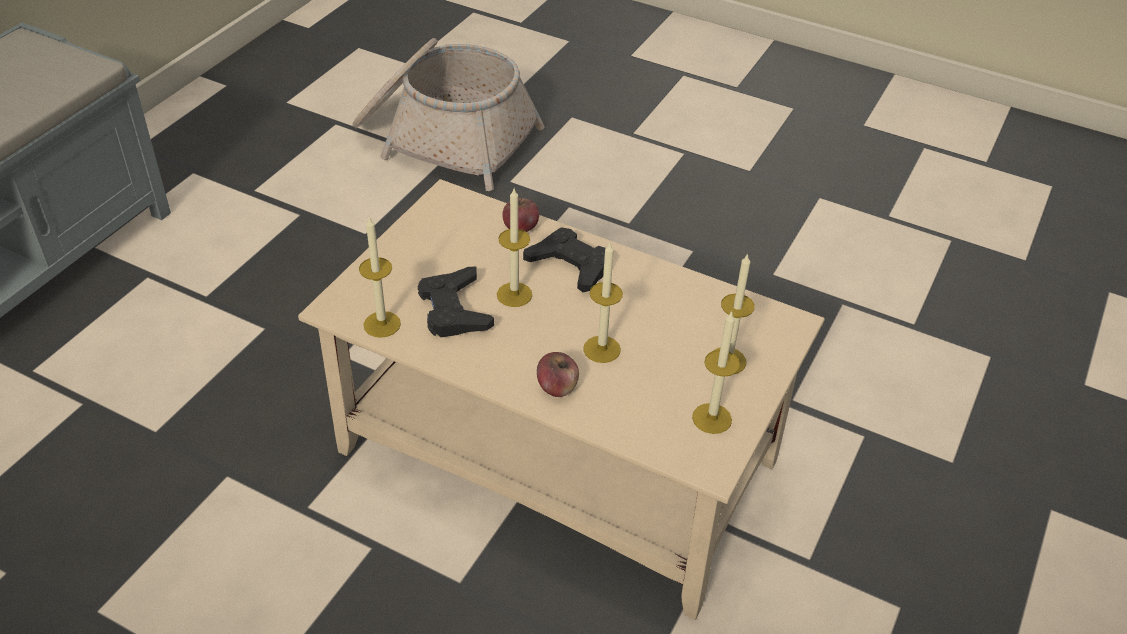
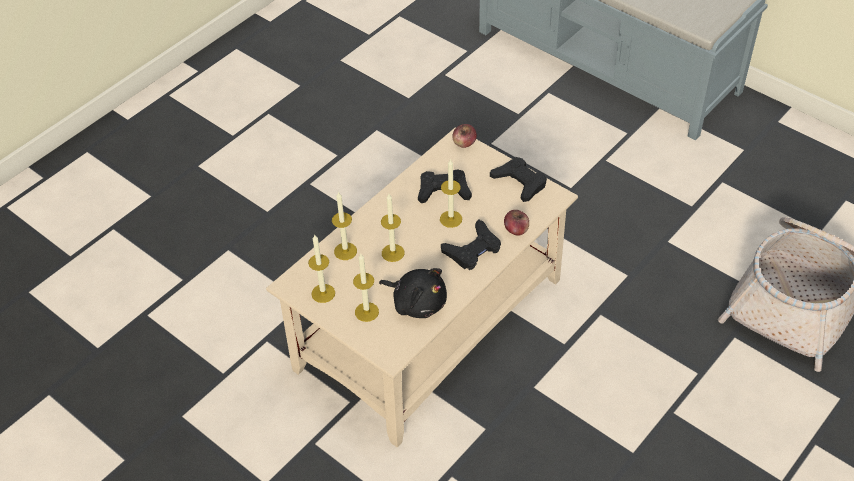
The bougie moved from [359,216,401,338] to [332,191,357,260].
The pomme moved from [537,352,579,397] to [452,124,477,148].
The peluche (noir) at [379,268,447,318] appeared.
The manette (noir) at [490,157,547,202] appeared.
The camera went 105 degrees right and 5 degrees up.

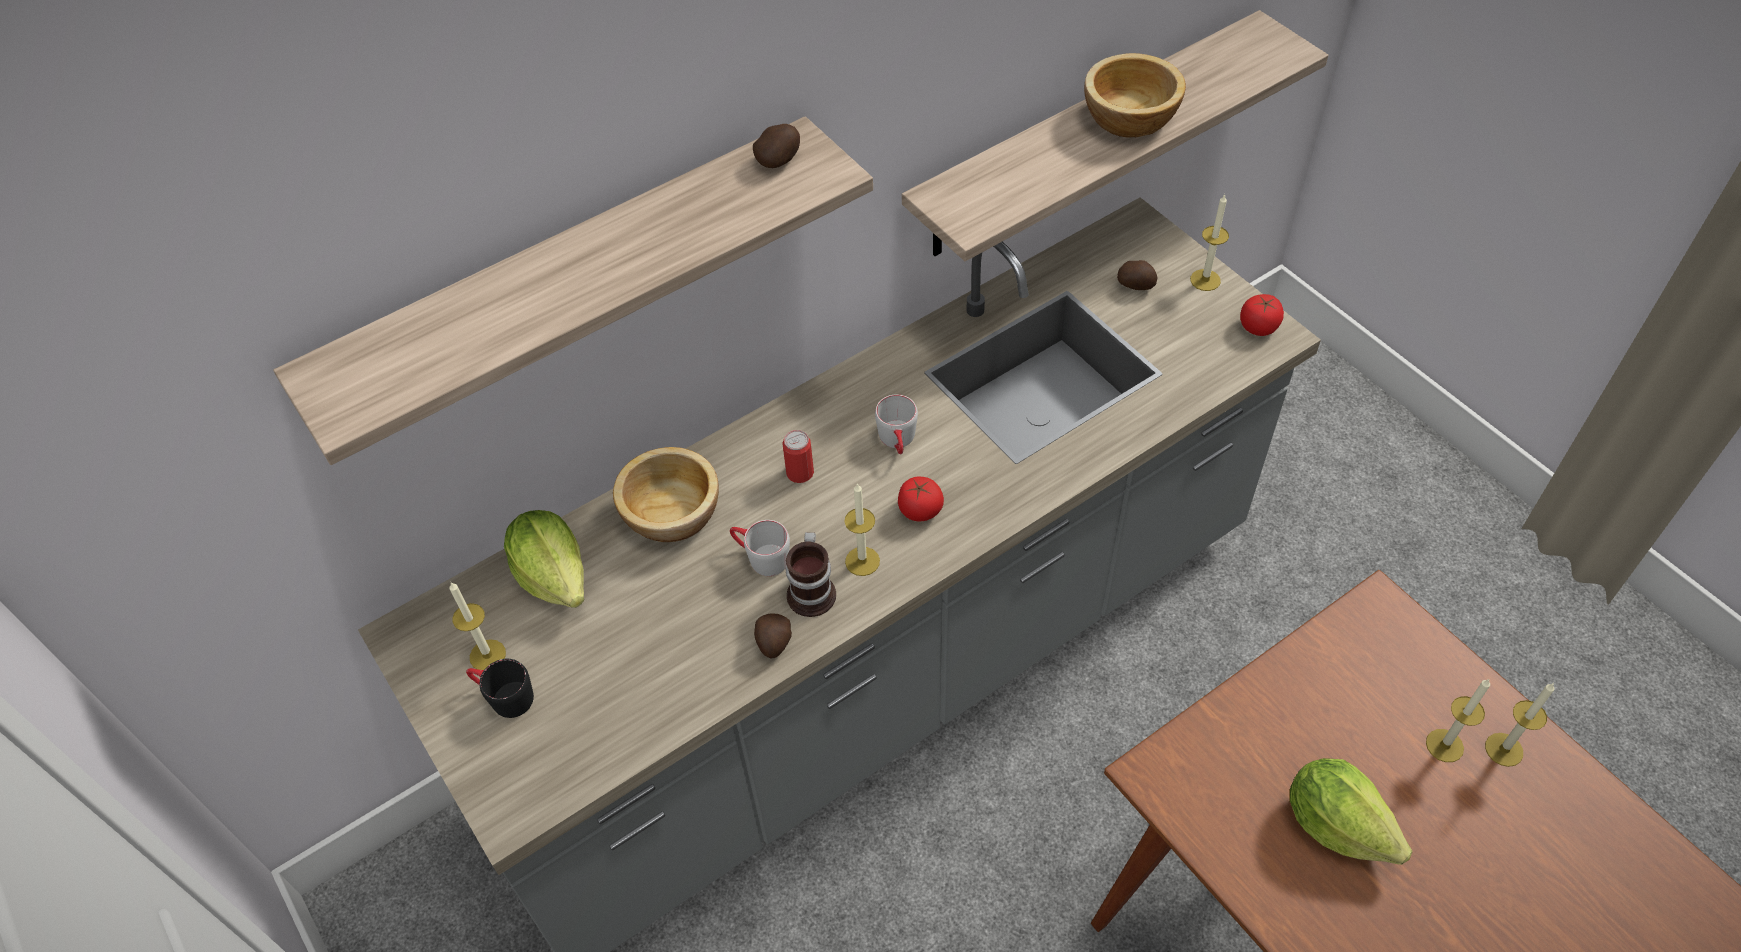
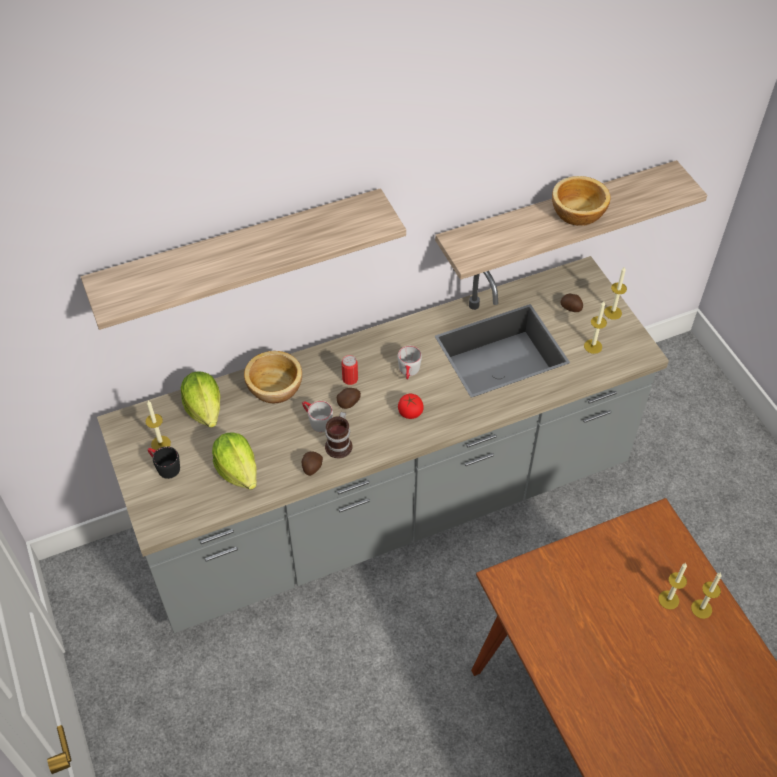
The pomme de terre moved from [753,124,800,168] to [337,388,361,409].
The bougie moved from [844,483,880,576] to [584,301,607,354].
The tomate at [1240,294,1284,336] disappeared.
The laitue moved from [1290,758,1413,865] to [212,432,257,490].
The camera went 10 degrees right and 0 degrees up.

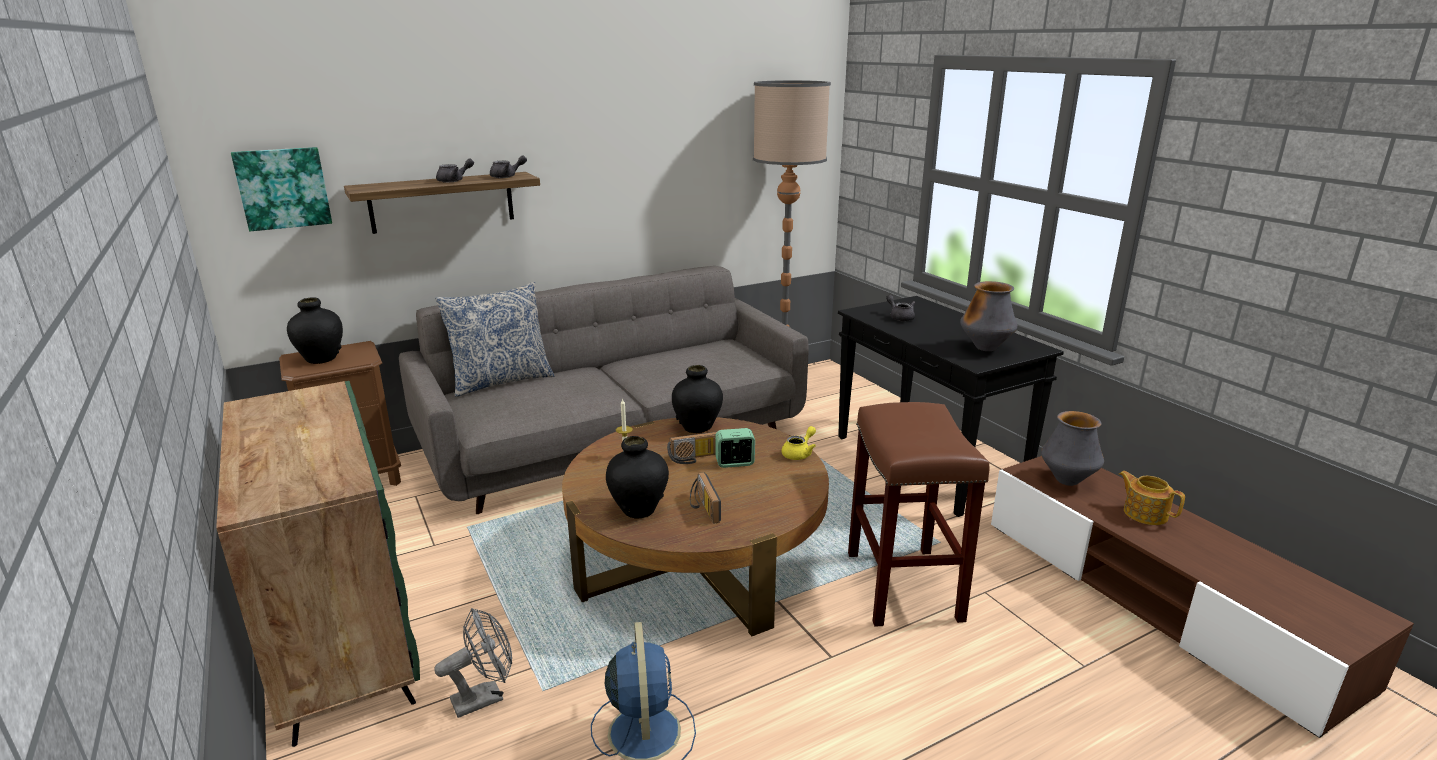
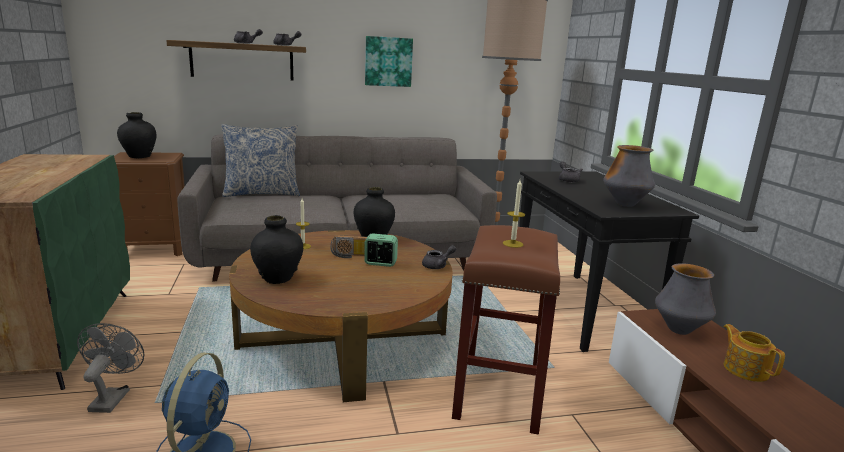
The tableau moved from [231,147,332,231] to [365,36,413,87].
The ventilateur (gris) at [434,608,512,718] turned 75 degrees counterclockwise.
The radio at [690,472,721,524] disappeared.
The théière (jaune) at [782,426,816,460] became the théière (gris) at [422,245,456,269].
The bougie at [503,180,525,248] appeared.
The camera went 15 degrees right and 5 degrees down.

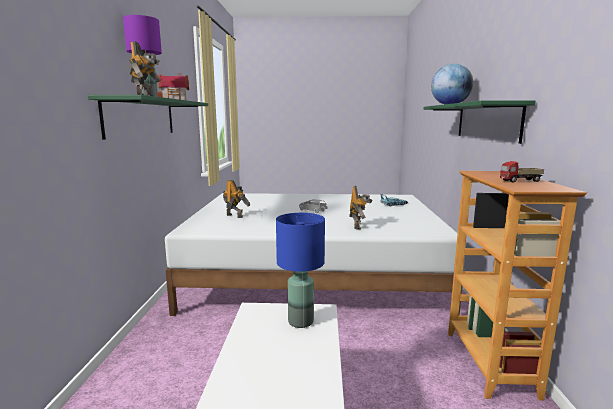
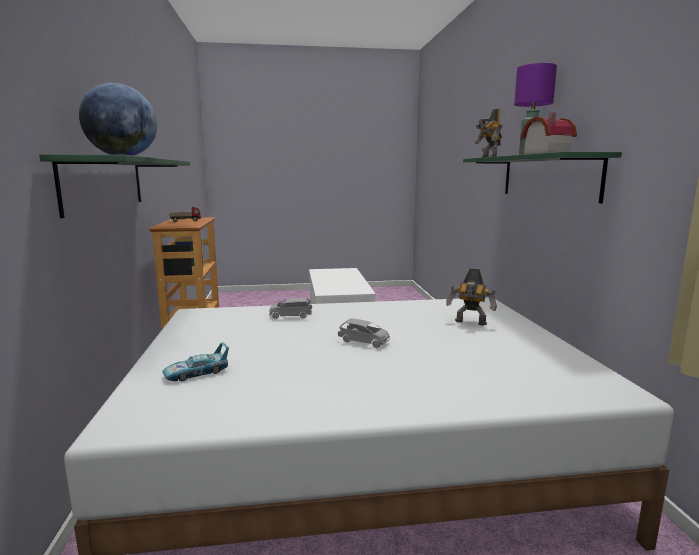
The lampe de table (bleu) at [276,213,325,328] disappeared.
The robot jouet at [349,186,372,230] was replaced by the petite voiture (gris) at [269,298,312,319].
The camera went 170 degrees right and 0 degrees up.

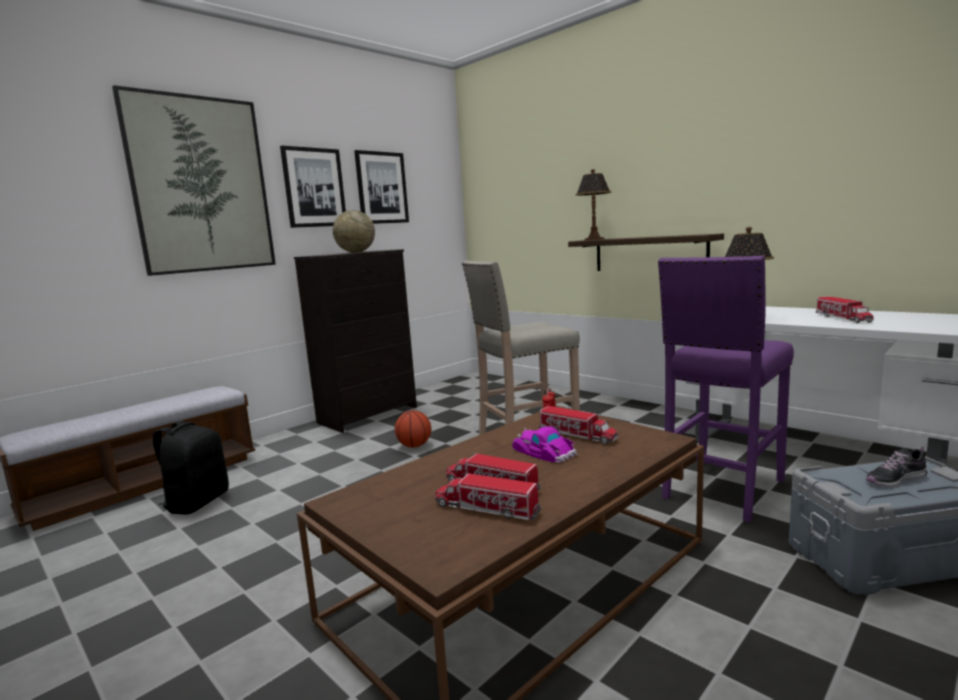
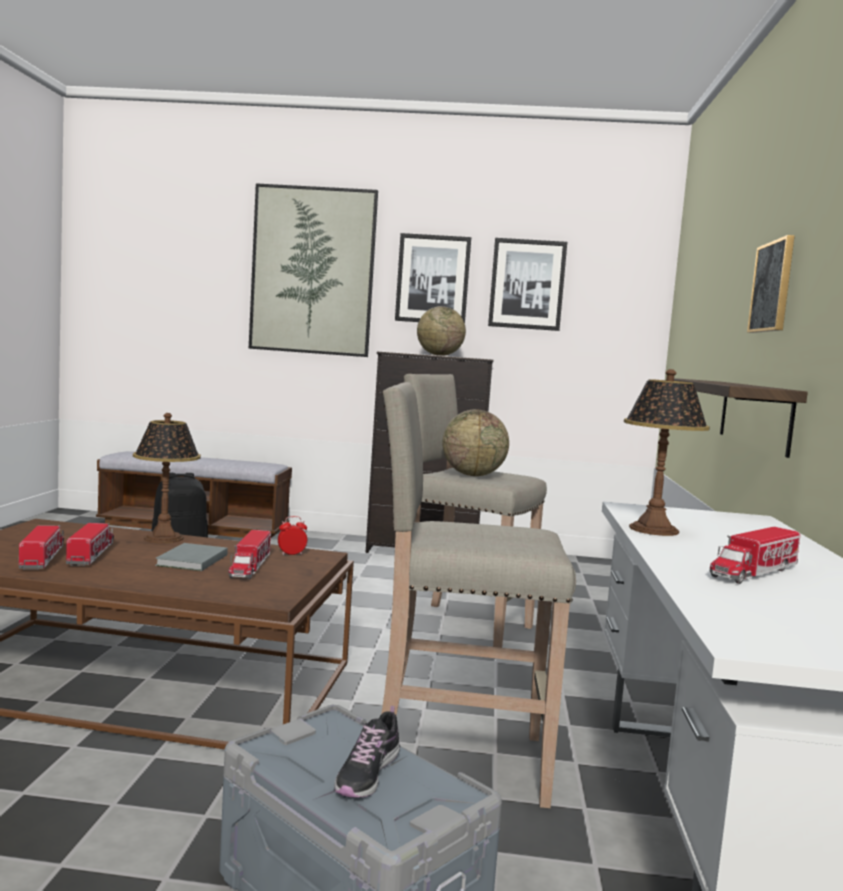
The ballon de basket at [395,410,431,448] disappeared.
The petite voiture at [512,427,578,463] was replaced by the livre (gris) at [155,543,228,571].
The lampe de table moved from [576,169,611,240] to [133,413,201,543].
The tabouret (violet) at [658,256,794,522] became the tabouret (beige) at [381,382,576,808].
The chaussure at [866,446,927,487] turned 105 degrees counterclockwise.
The globe at [442,409,509,476] appeared.
The tableau at [747,235,795,333] appeared.
The camera went 50 degrees right and 5 degrees down.

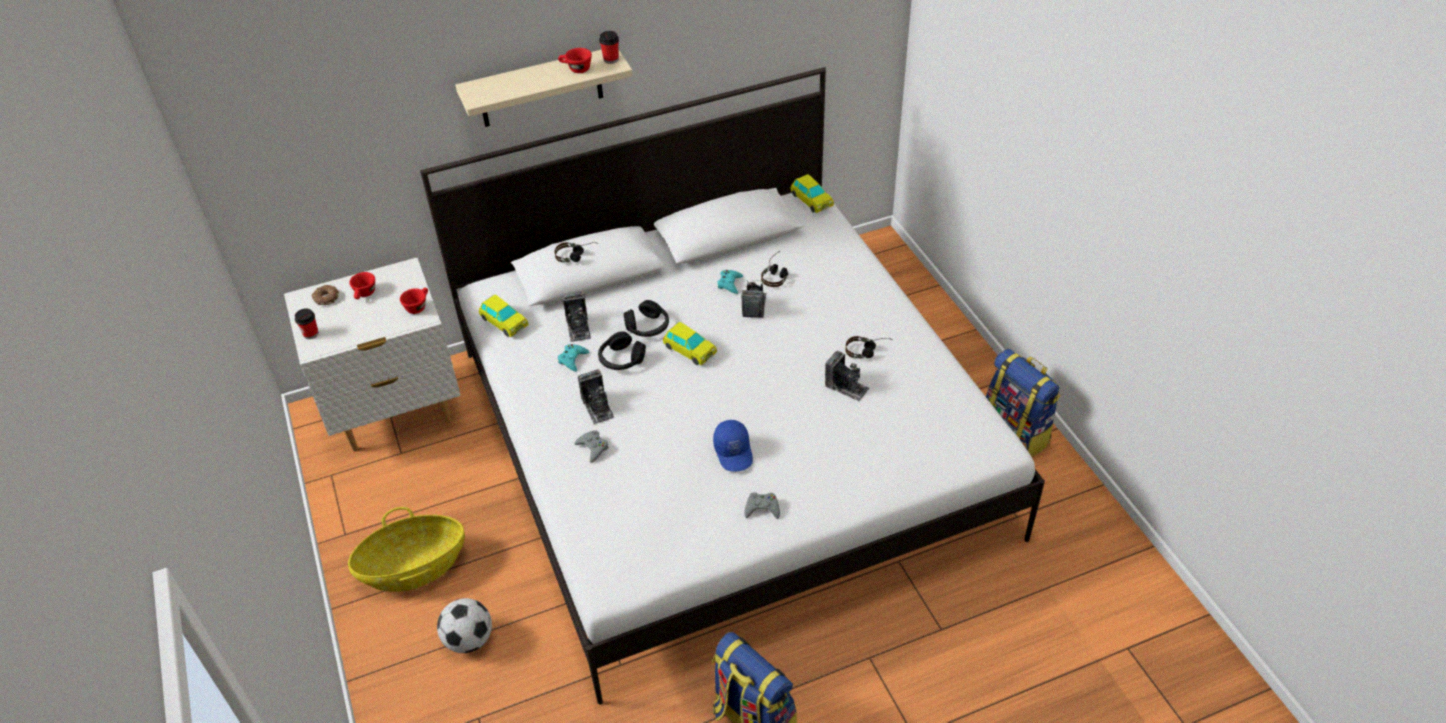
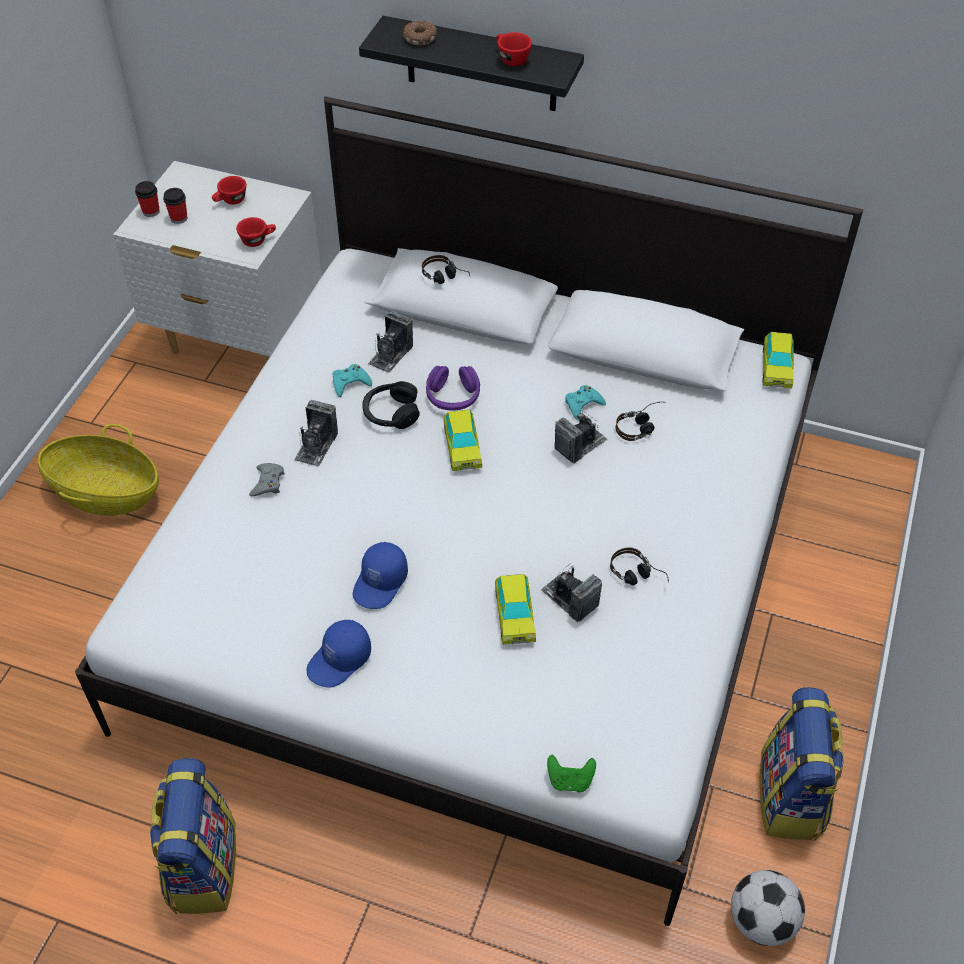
The beignet moved from [311,285,339,305] to [403,21,437,45].
The ballon de foot moved from [437,598,492,653] to [731,870,805,946].
The étagère (beige) at [456,50,633,127] became the étagère (noir) at [359,16,584,111].
The petite voiture moved from [479,295,529,337] to [495,574,536,645].
The tasse moved from [599,31,619,64] to [163,188,187,224].
The casque audio (noir) at [624,300,669,337] became the casque audio (violet) at [426,366,480,411].
The manette (gris) at [744,492,780,519] was replaced by the casquette (bleu) at [306,620,371,688].
The appareil photo at [825,351,870,401] turned 150 degrees clockwise.
The manette (vert) at [547,754,596,792] appeared.
The camera went 40 degrees right and 5 degrees up.

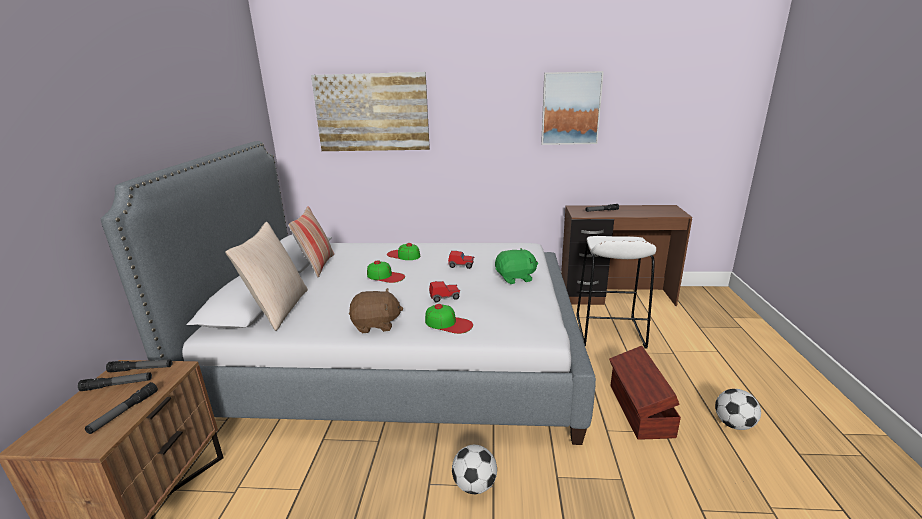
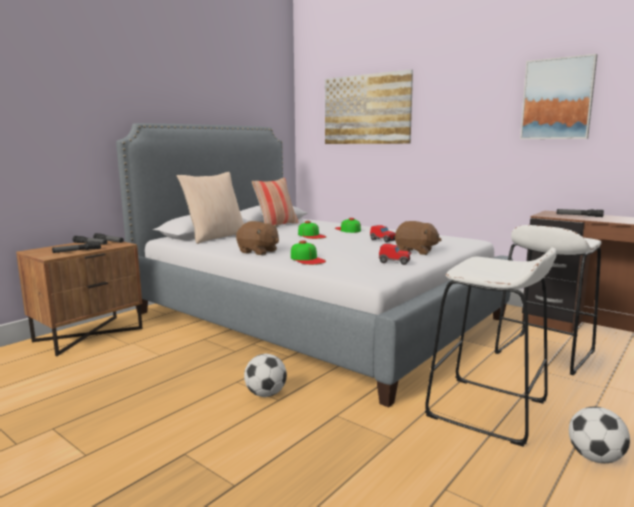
The petite voiture moved from [429,281,460,302] to [379,244,412,265].
The peluche (vert) at [495,248,538,284] became the peluche (marron) at [395,221,441,255].
The boîte de rangement (marron) at [609,346,681,440] was replaced by the tabouret (blanc) at [425,247,557,446].
The camera went 35 degrees right and 10 degrees down.

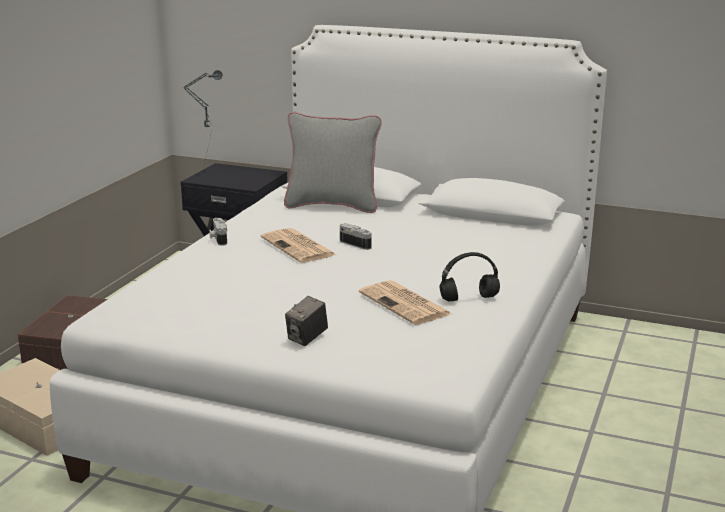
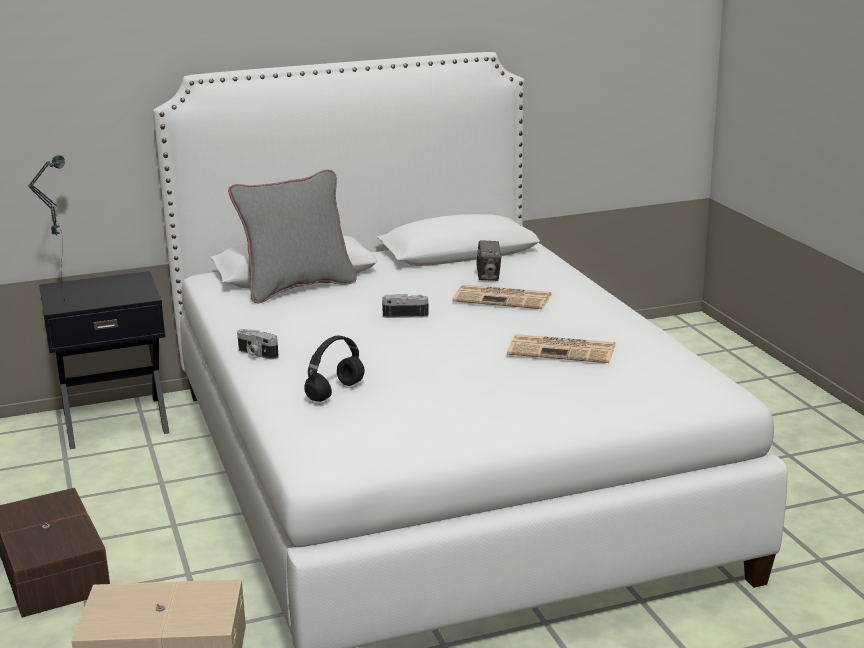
The journal moved from [261,228,336,263] to [452,285,552,309].
The appareil photo moved from [285,296,328,346] to [476,240,501,281].
The casque audio (noir) moved from [440,252,500,301] to [304,336,365,402].
The camera went 40 degrees left and 0 degrees up.

